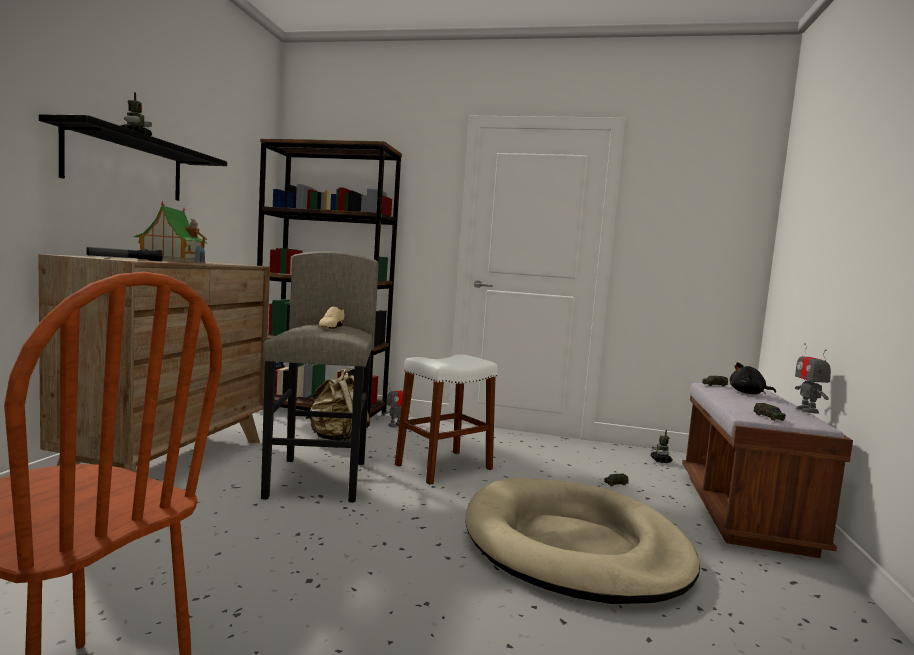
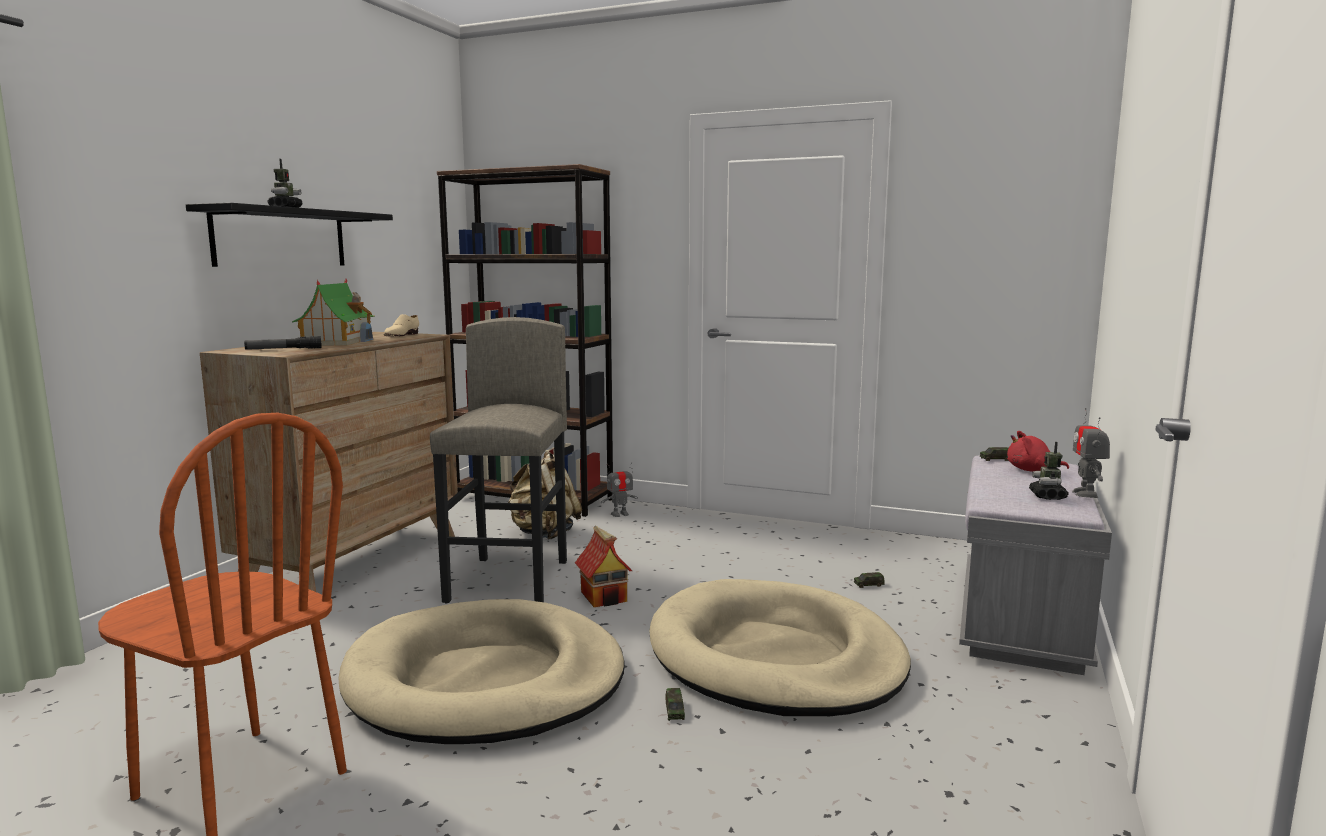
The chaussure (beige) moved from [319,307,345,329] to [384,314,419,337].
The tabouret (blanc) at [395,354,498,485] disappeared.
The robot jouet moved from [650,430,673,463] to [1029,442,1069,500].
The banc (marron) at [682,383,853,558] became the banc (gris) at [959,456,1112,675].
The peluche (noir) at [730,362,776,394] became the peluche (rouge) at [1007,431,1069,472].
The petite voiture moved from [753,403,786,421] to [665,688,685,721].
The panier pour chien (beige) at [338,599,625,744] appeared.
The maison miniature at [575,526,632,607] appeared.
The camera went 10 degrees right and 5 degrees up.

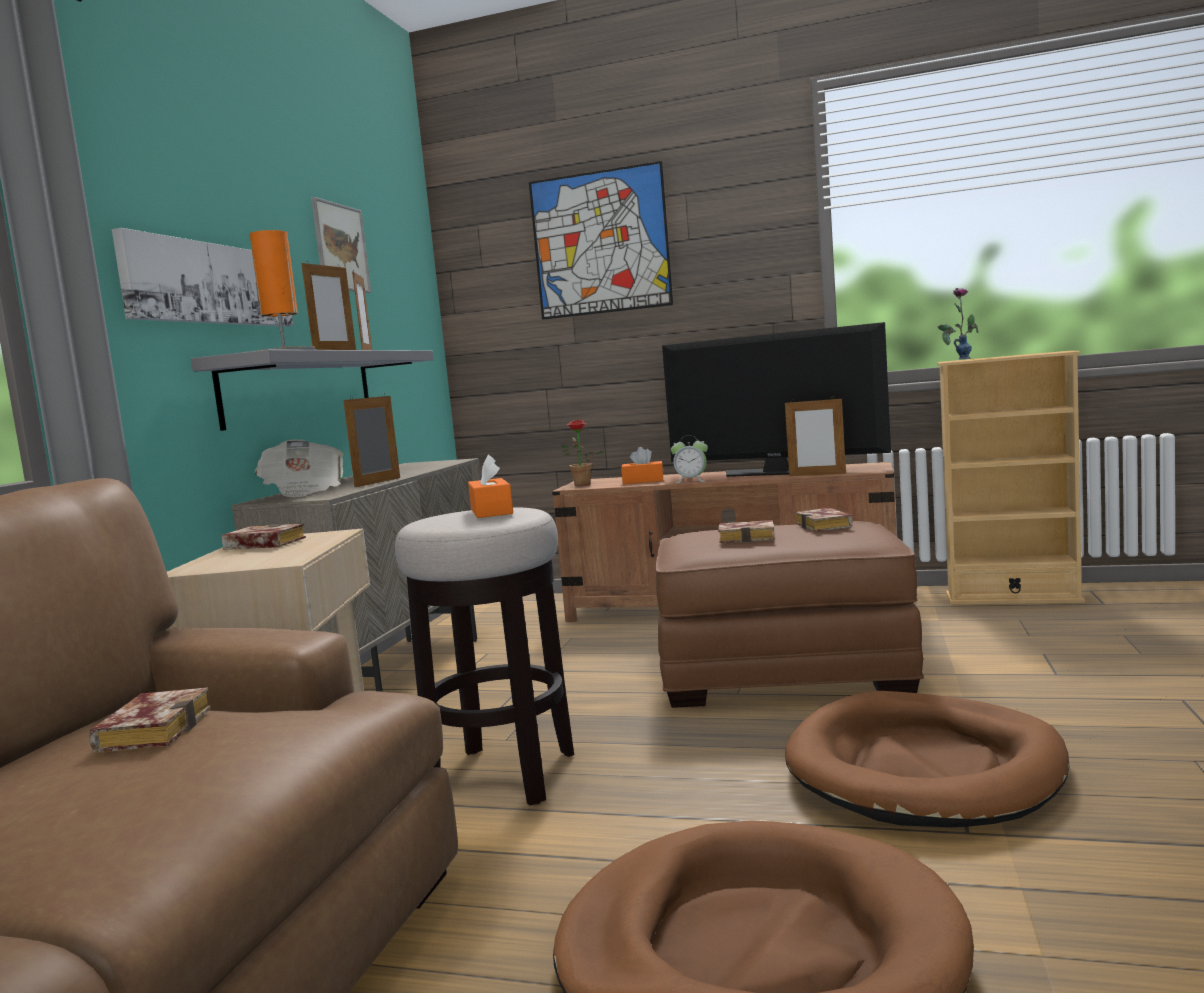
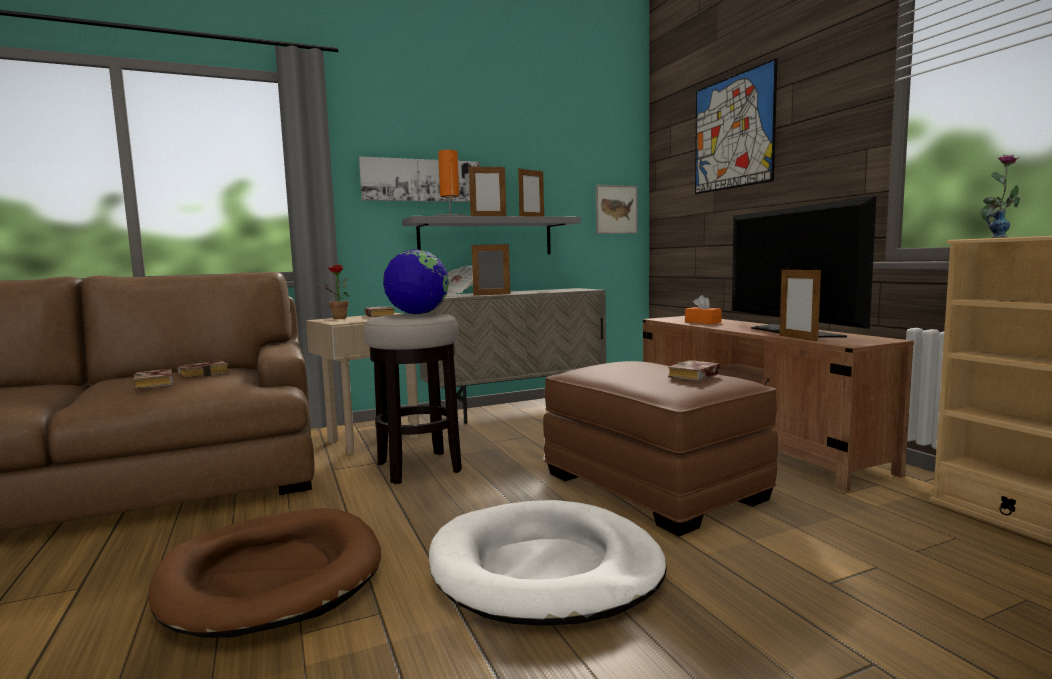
The tableau moved from [311,197,371,293] to [596,185,638,234].
The boîte à mouchoirs (orange) at [468,455,513,518] was replaced by the globe at [383,249,449,314].
The plante en pot moved from [561,420,604,486] to [316,265,349,319].
The réveil at [671,435,708,483] disappeared.
The livre moved from [718,520,775,543] to [133,369,173,389].
The panier pour chien (marron) at [785,691,1069,827] became the panier pour chien (blanc) at [429,500,667,626].
The camera went 50 degrees right and 0 degrees up.

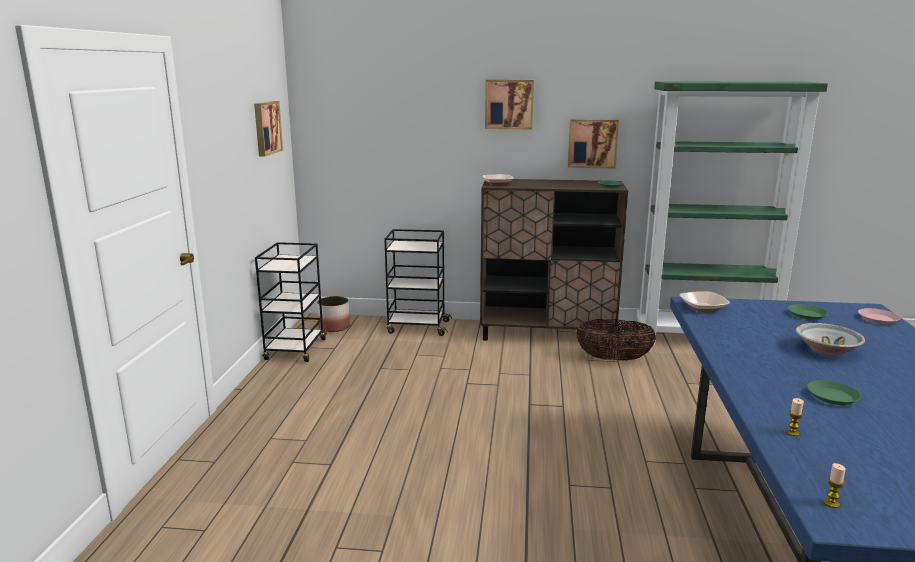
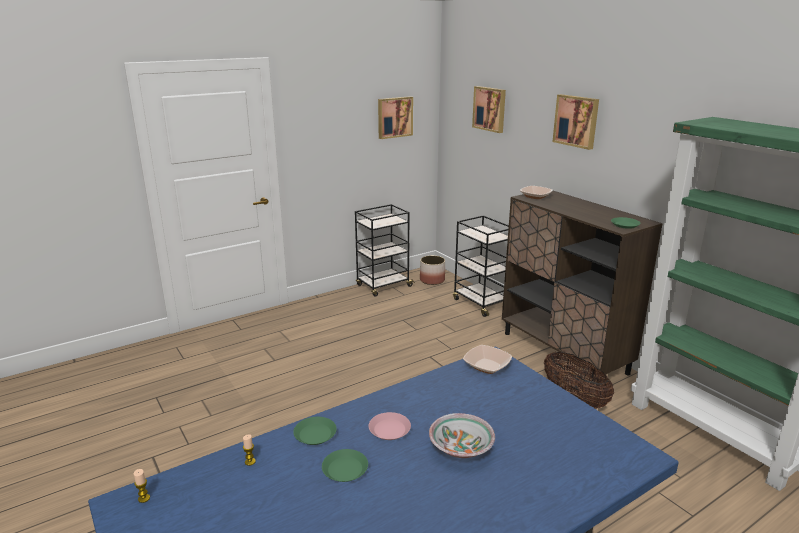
The tableau moved from [568,119,619,168] to [472,86,506,133].
The assiette (vert) moved from [788,304,828,320] to [293,417,337,445].
The assiette (rose) moved from [858,308,901,324] to [369,412,411,440].
The camera went 50 degrees right and 5 degrees up.

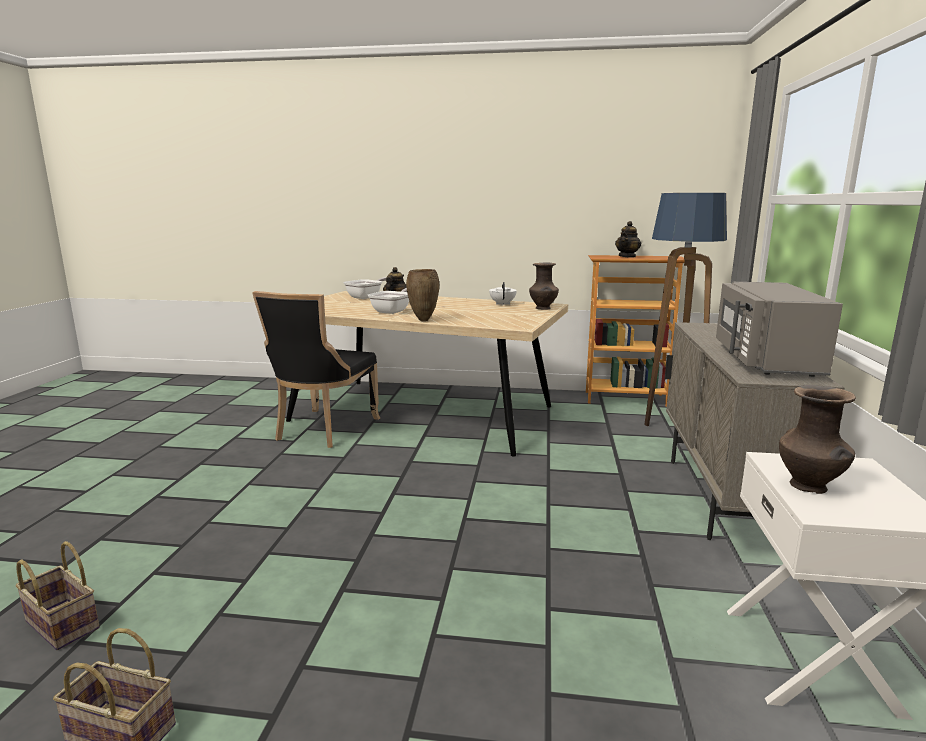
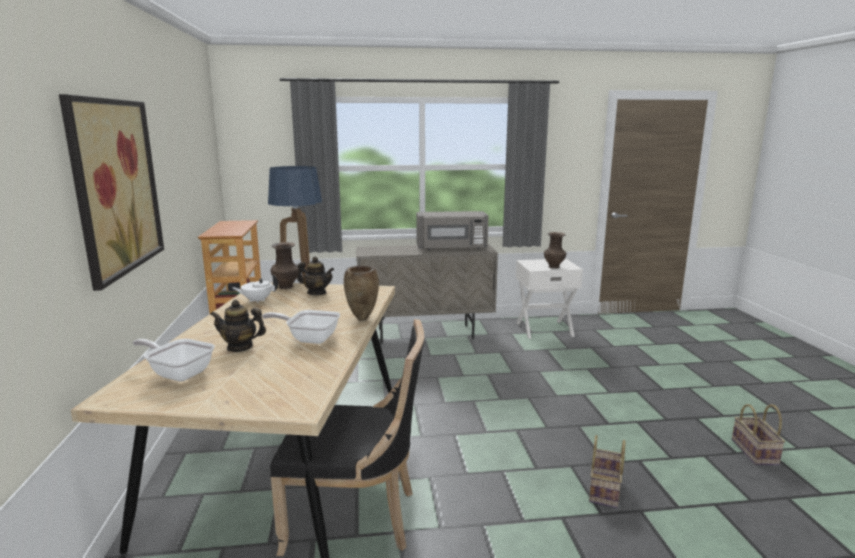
The panier moved from [15,541,100,650] to [589,435,626,508].
The théière moved from [615,221,641,258] to [297,257,334,295].
The tableau at [59,94,164,291] appeared.
The camera went 105 degrees left and 0 degrees up.

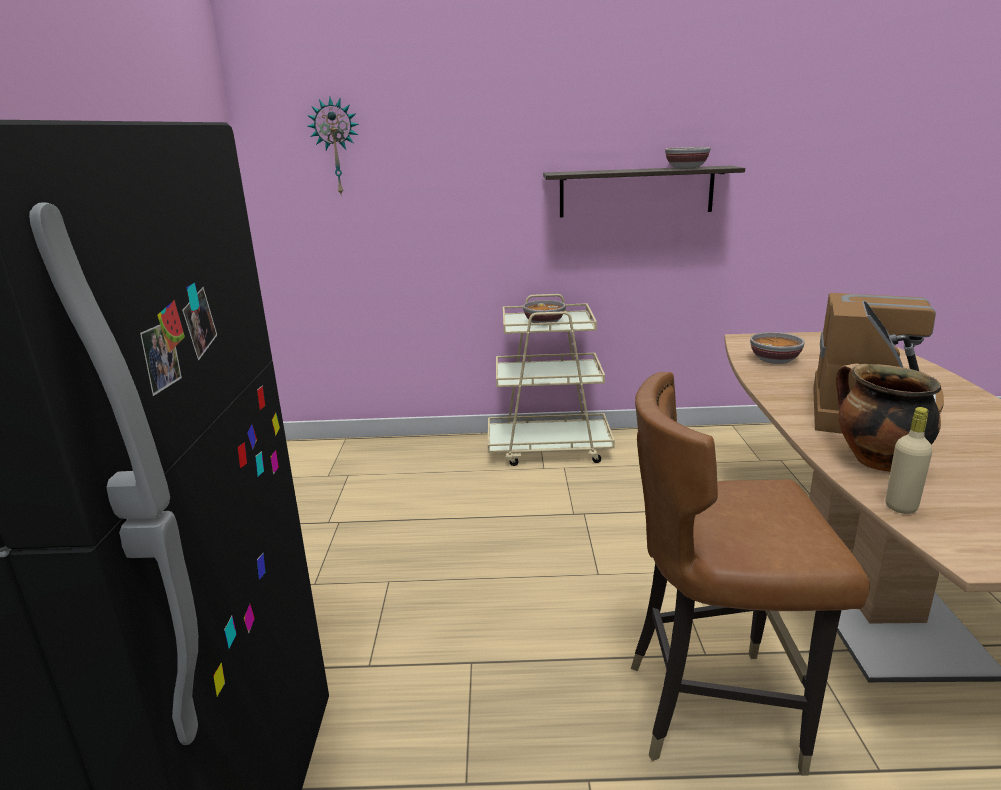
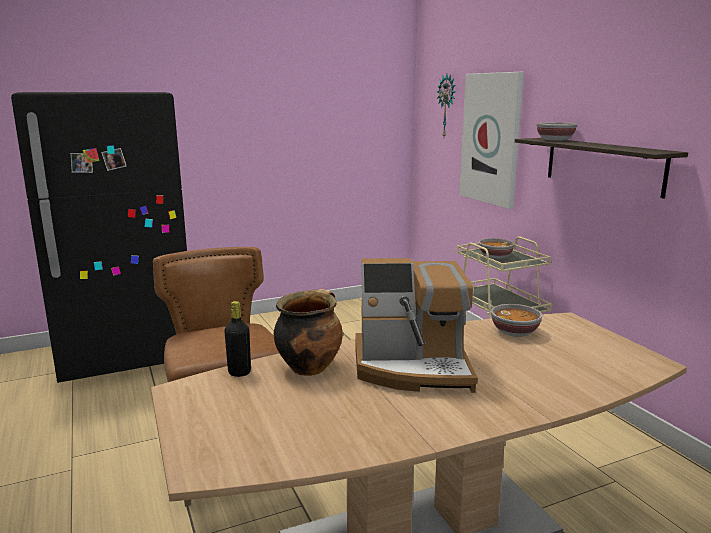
The bol moved from [665,147,711,168] to [537,122,577,141].
The bouteille (beige) at [885,407,933,514] became the bouteille (noir) at [224,301,251,377].
The tableau at [459,72,524,209] appeared.
The camera went 65 degrees right and 5 degrees down.

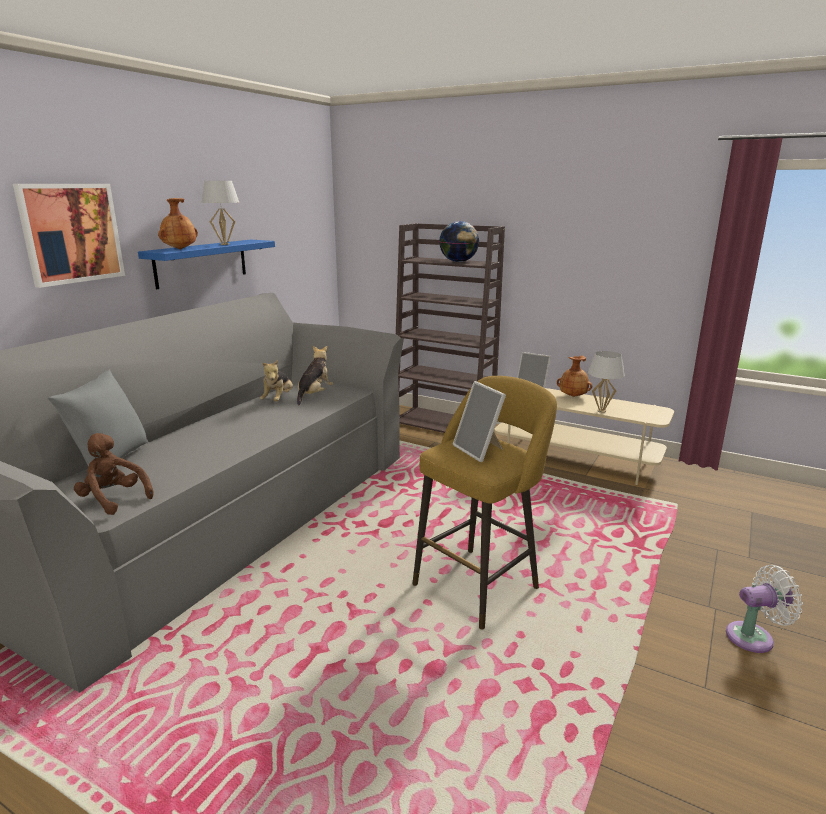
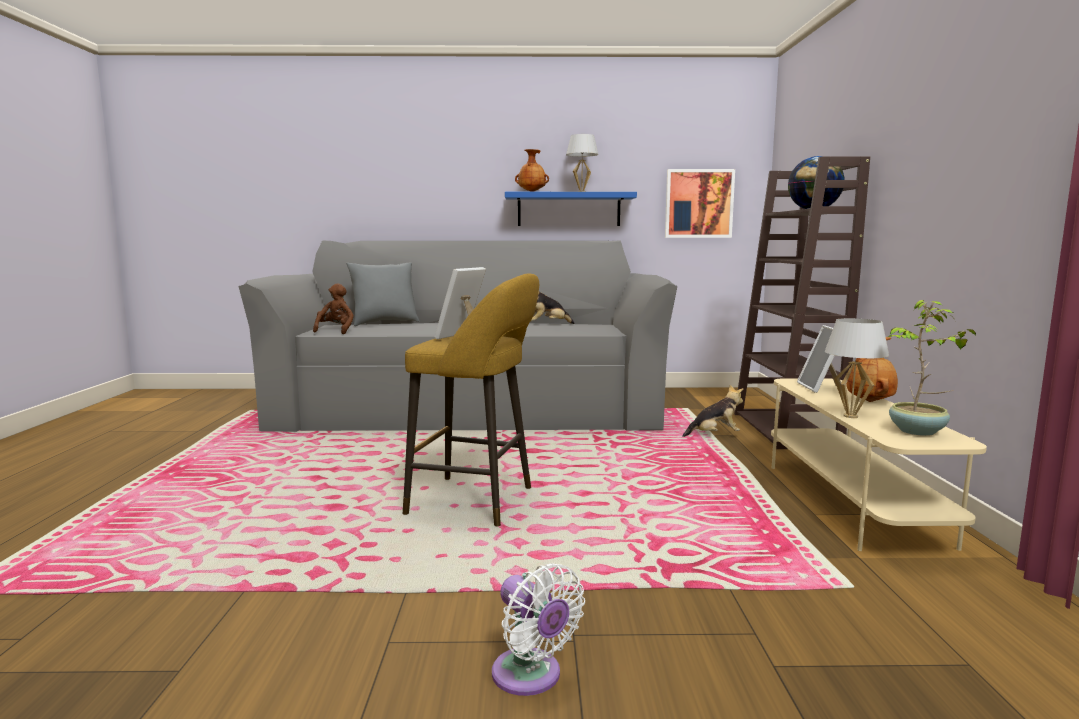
The tableau moved from [13,184,125,288] to [665,169,735,238].
The peluche moved from [297,346,333,406] to [683,385,743,437].
The plante en pot at [887,300,976,436] appeared.
The camera went 60 degrees right and 10 degrees down.

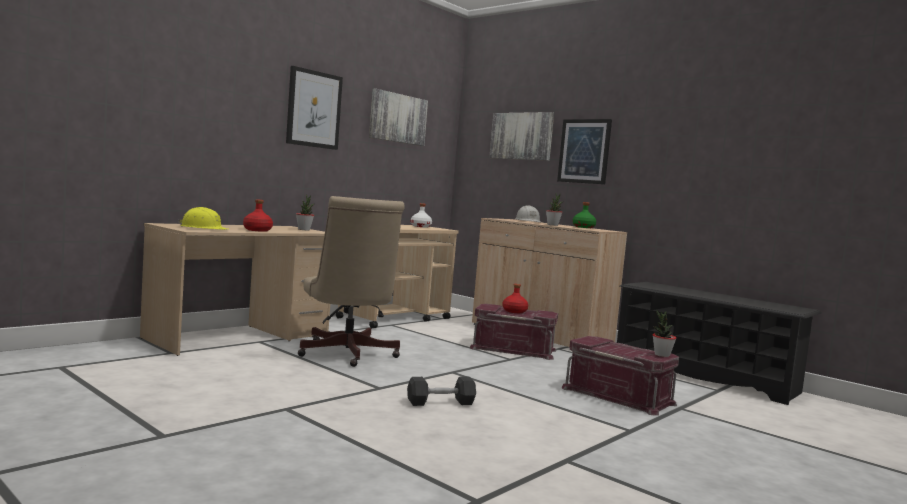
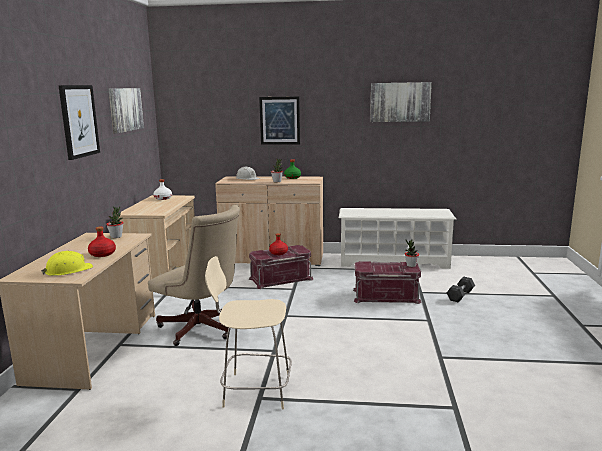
The haltère (gris) moved from [407,376,476,406] to [447,277,475,302].
The tableau moved from [489,112,554,161] to [370,82,432,122].
The étagère à chaussures (noir) at [617,282,822,405] became the étagère à chaussures (blanc) at [339,208,457,269].
The tabouret (beige) at [205,256,292,409] appeared.
The camera went 35 degrees left and 10 degrees up.

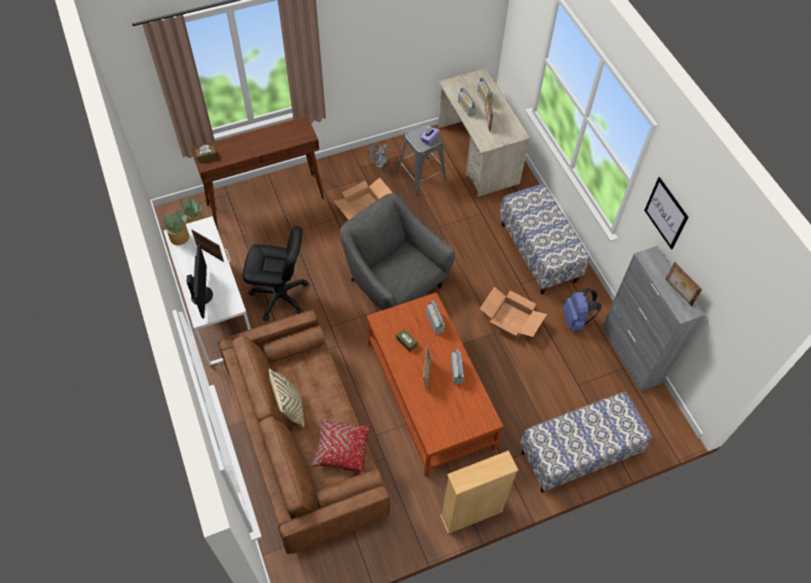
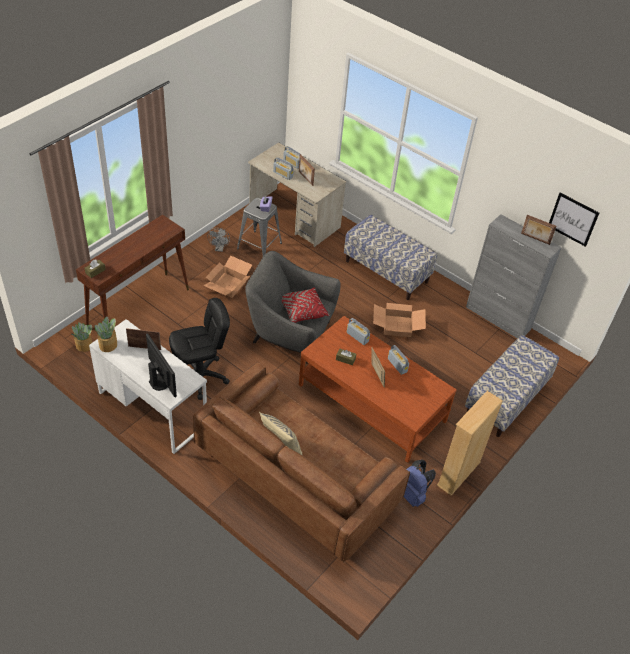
The coussin (rouge) moved from [312,419,370,473] to [281,288,329,323].
The sac à dos (bleu) moved from [562,288,602,331] to [404,460,436,507].
The tableau moved from [644,177,689,250] to [549,193,599,247].
The camera went 30 degrees left and 10 degrees down.

